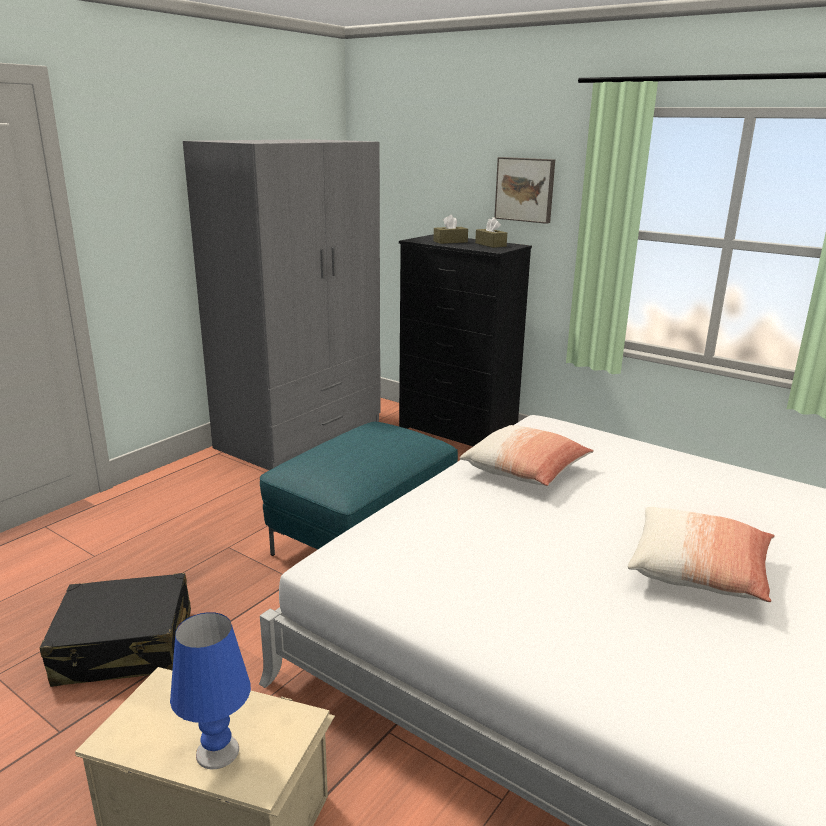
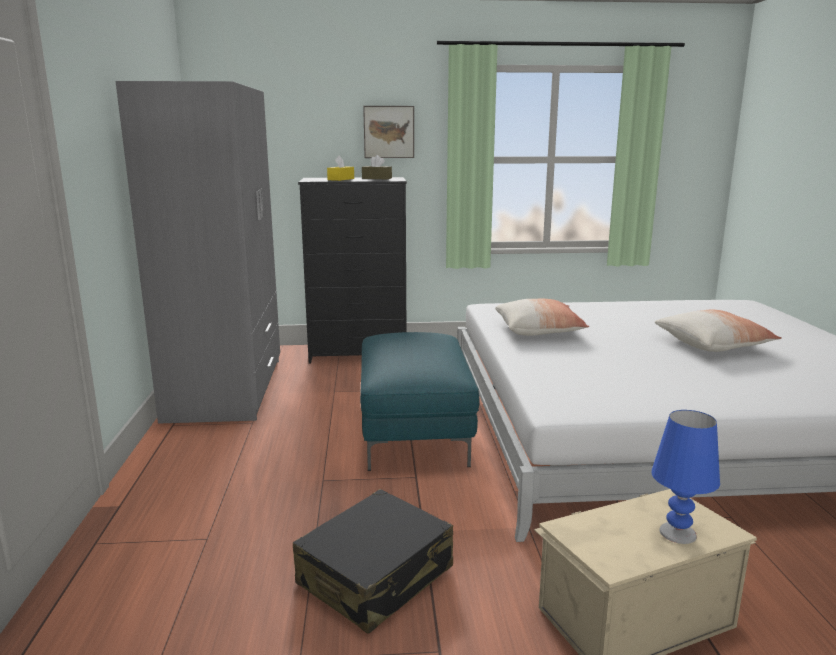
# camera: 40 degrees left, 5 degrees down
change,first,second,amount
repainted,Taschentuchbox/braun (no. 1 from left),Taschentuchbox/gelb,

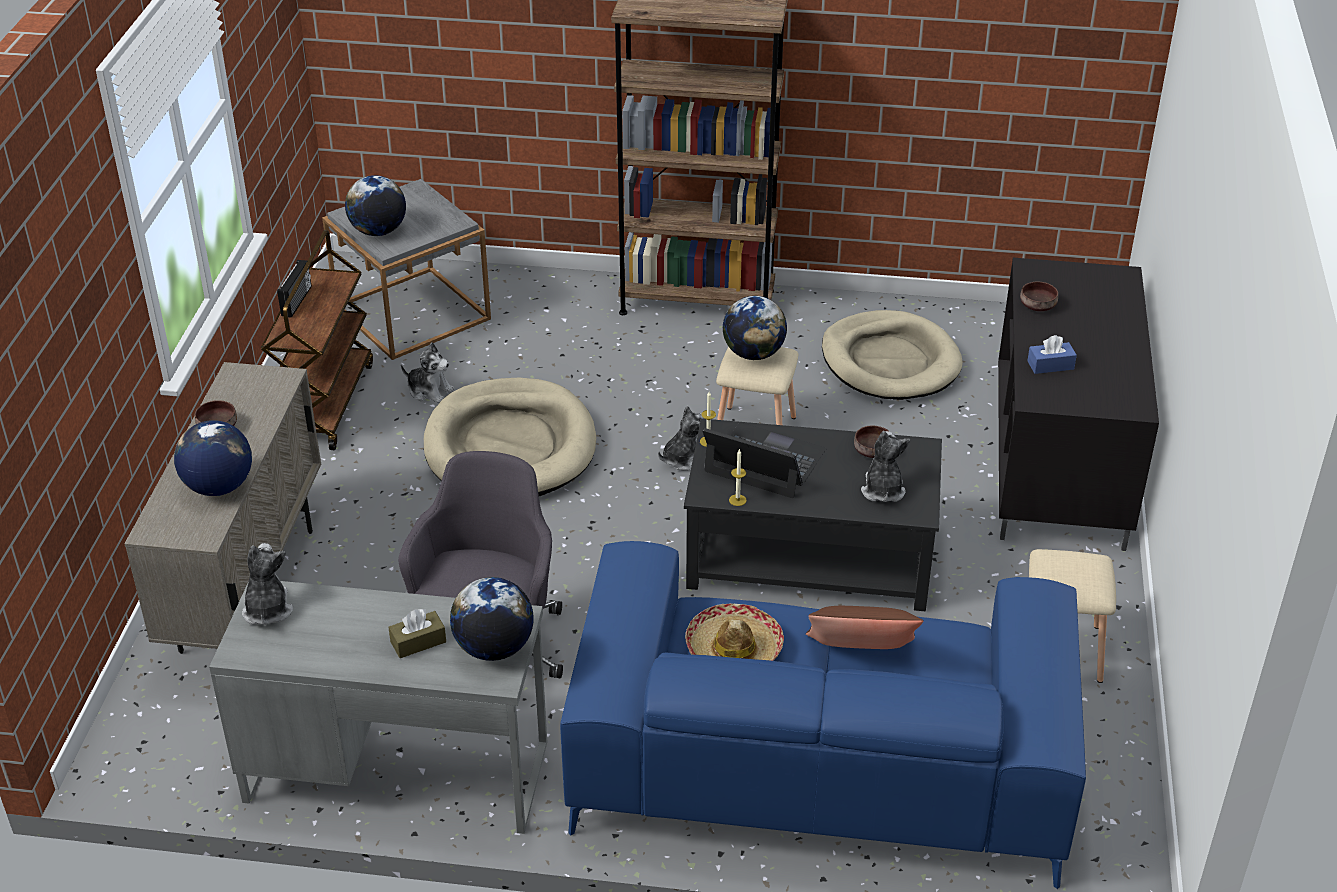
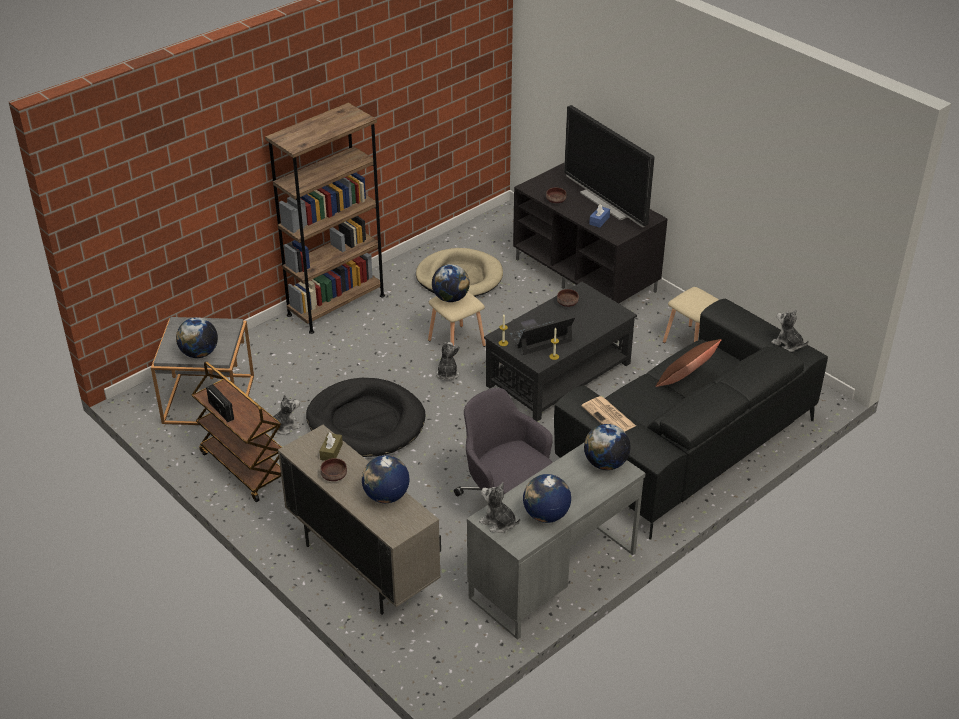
# camera: 50 degrees left, 0 degrees up
change,first,second,amount
repainted,Hundebett/beige (no. 1 from left),Hundebett/schwarz,
shifted,Taschentuchbox/braun,,
new,,Globus (no. 4 from left),
repainted,Sofa/blau,Sofa/schwarz,
new,,Fernseher,
new,,Zeitung,
shifted,Plüschtier (no. 4 from left),,
gone,Hut,,

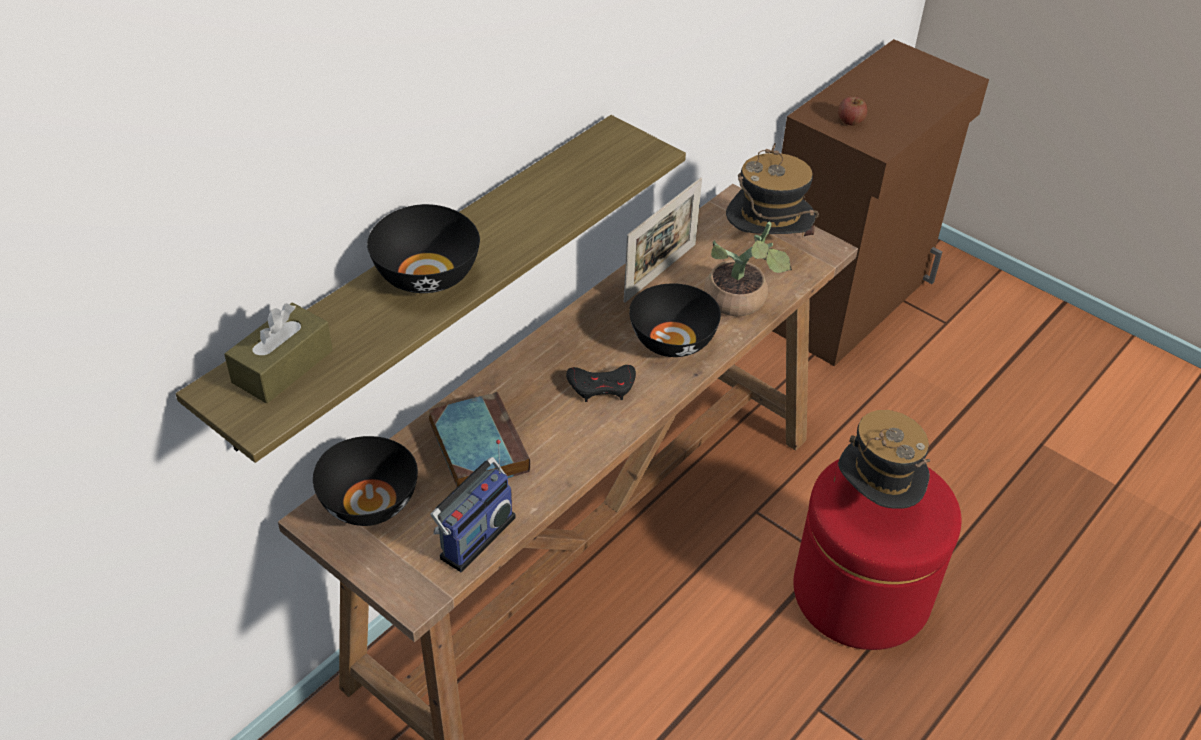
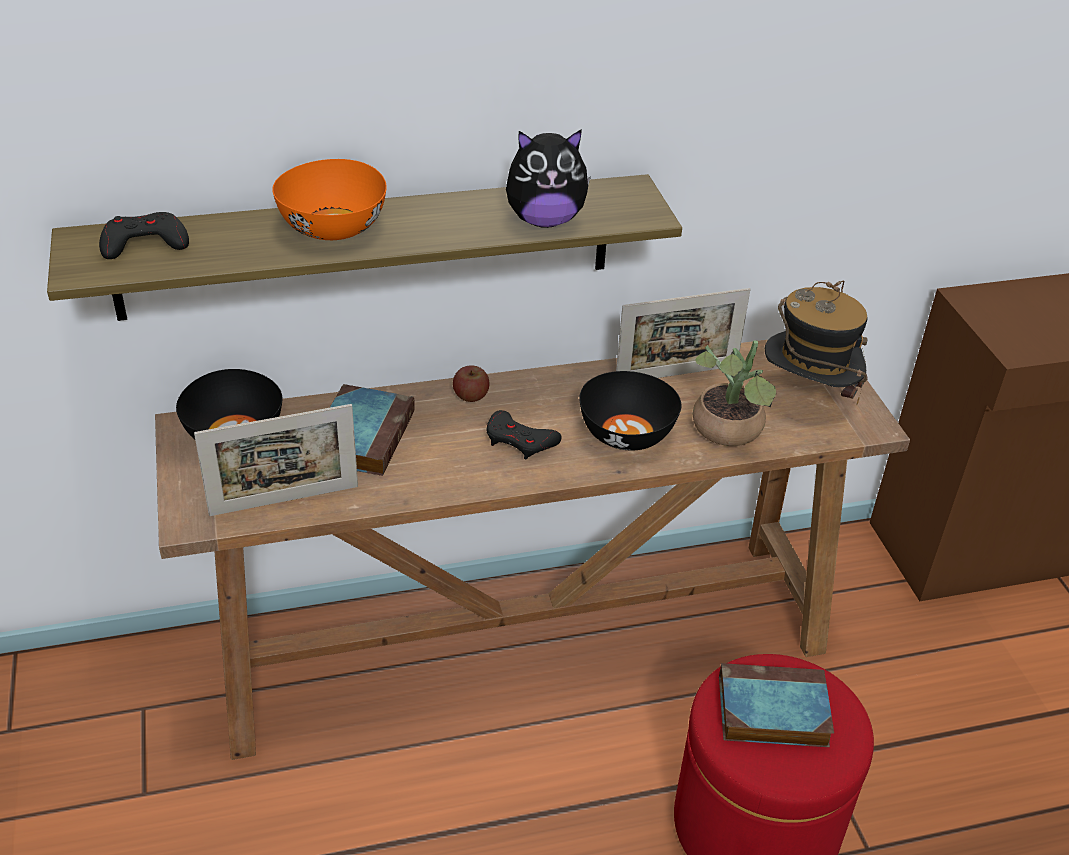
# camera: 35 degrees right, 5 degrees down
change,first,second,amount
swapped,Taschentuchbox/braun,Gamepad/schwarz (no. 1 from left),
swapped,Radio,Bilderrahmen (no. 1 from left),
repainted,Schüssel/schwarz (no. 2 from left),Schüssel/orange,
shifted,Apfel,,
new,,Plüschtier,
swapped,Hut (no. 2 from left),Buch (no. 2 from left),

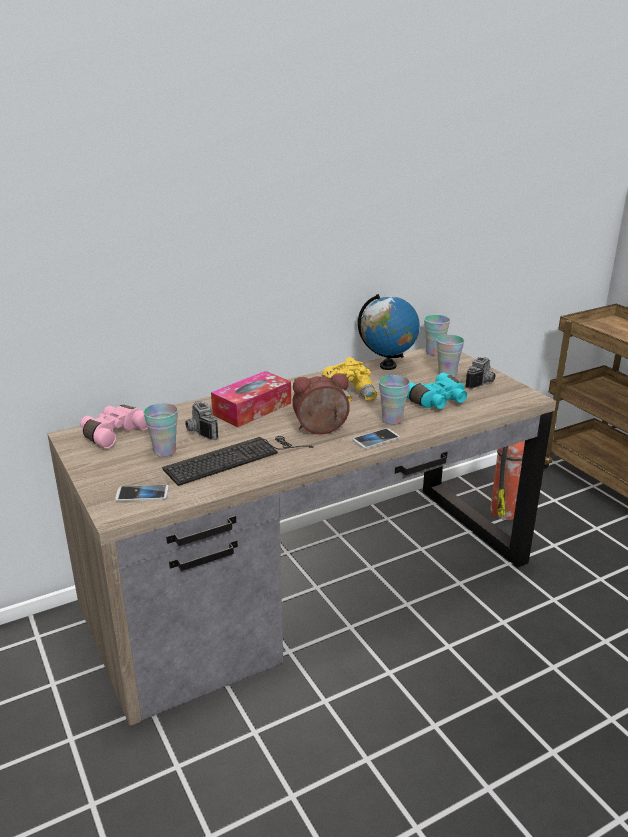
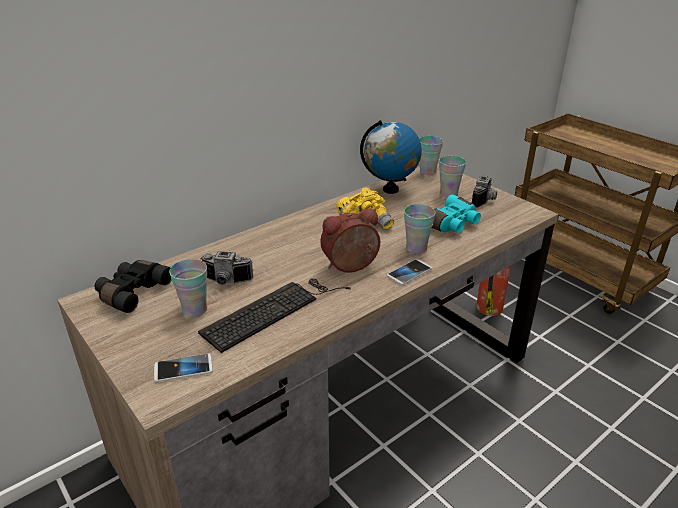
# camera: 10 degrees left, 5 degrees up
change,first,second,amount
repainted,Fernglas/rosa,Fernglas/schwarz,
rotated,Kamera (no. 1 from left),,45 degrees counterclockwise
gone,Taschentuchbox,,

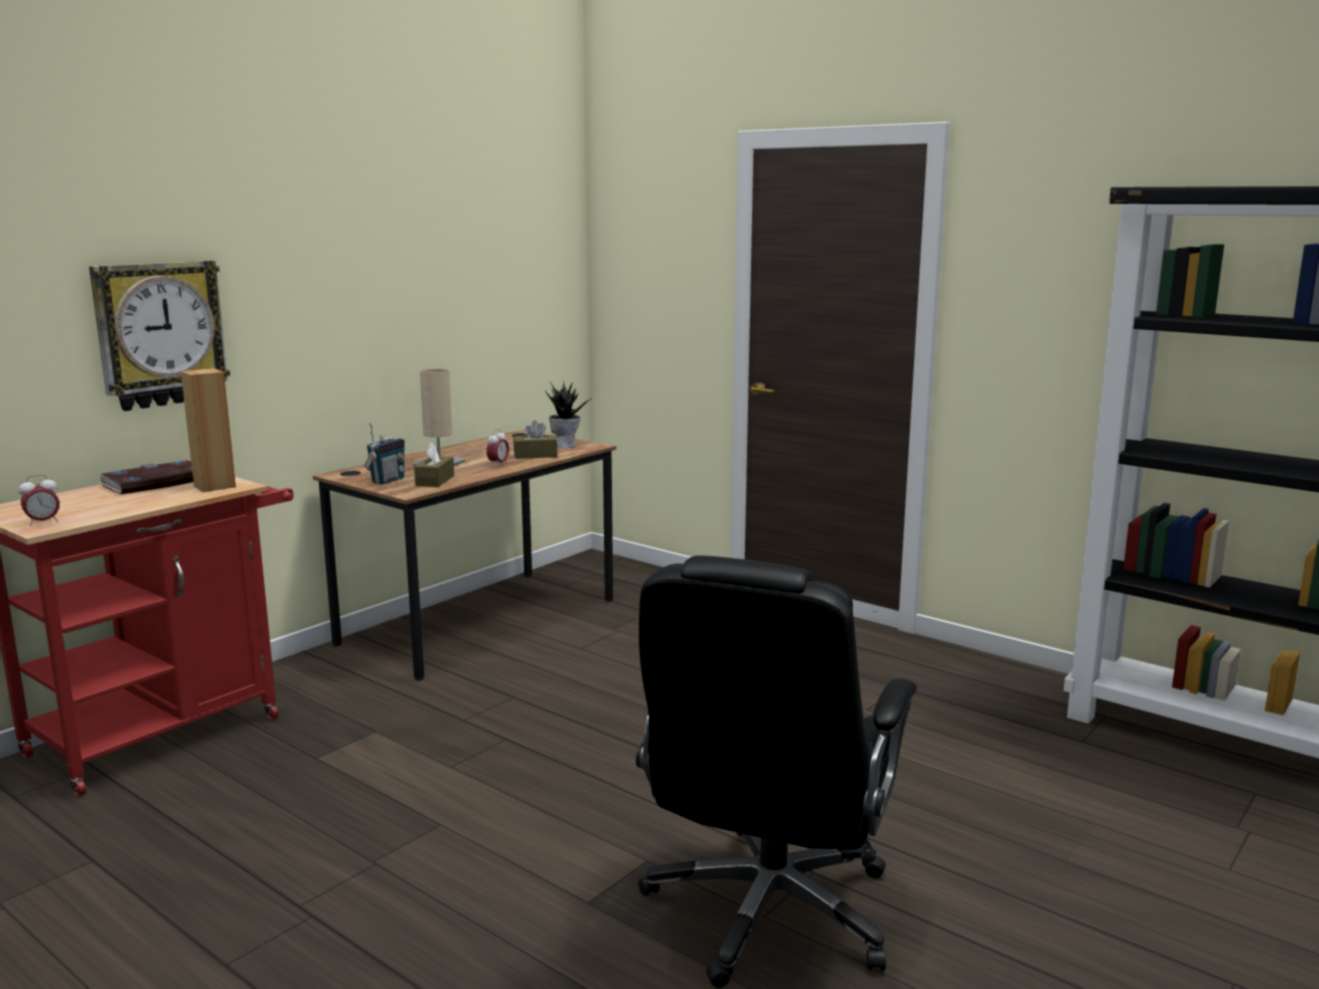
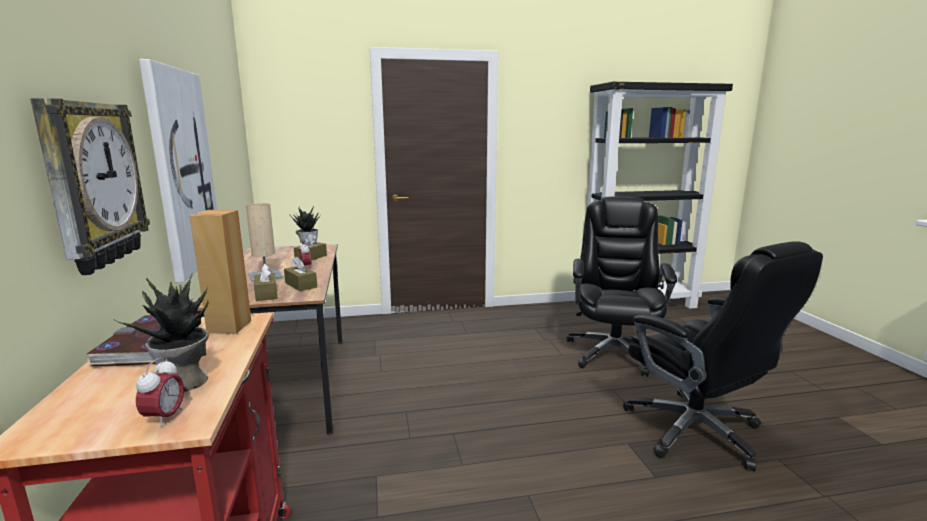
# camera: 50 degrees left, 0 degrees up
change,first,second,amount
new,,Topfpflanze (no. 1 from left),
new,,Bild,
swapped,Radio,Taschentuchbox/braun (no. 1 from left),
new,,Bürostuhl/schwarz (no. 1 from left),

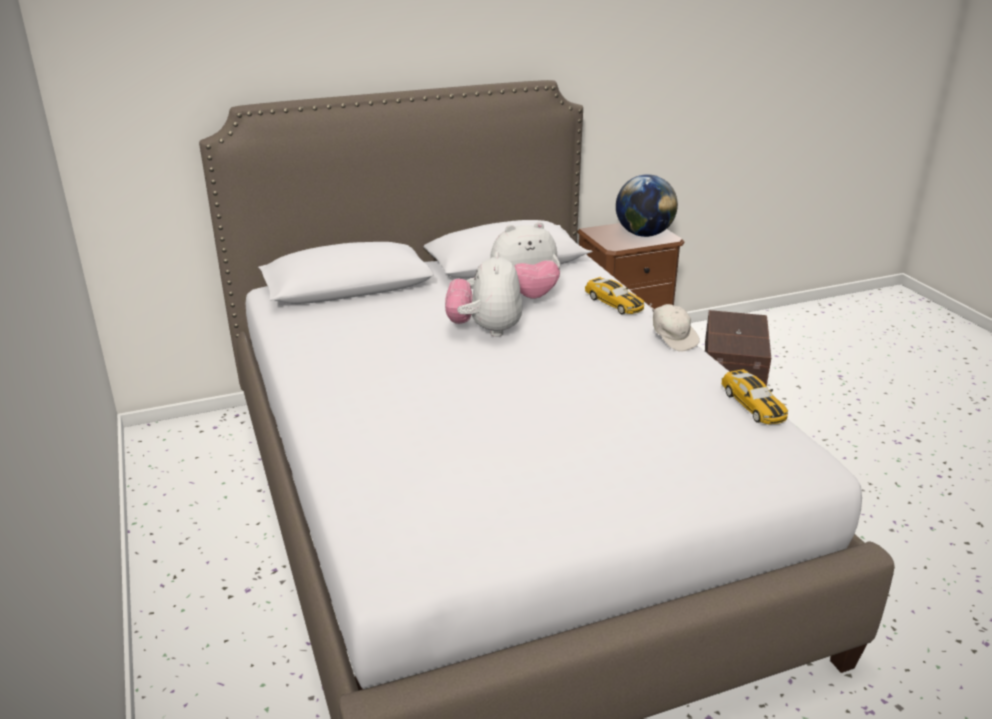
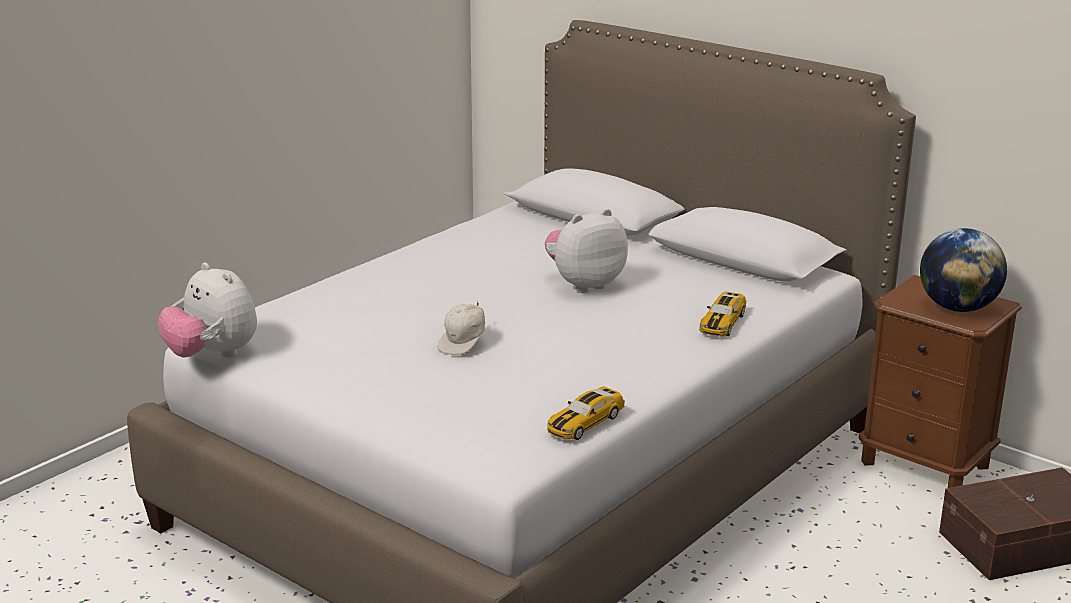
# camera: 60 degrees right, 5 degrees down
change,first,second,amount
shifted,Plüschtier (no. 2 from left in the first image),Plüschtier (no. 1 from left),
shifted,Kappe/weiß,,

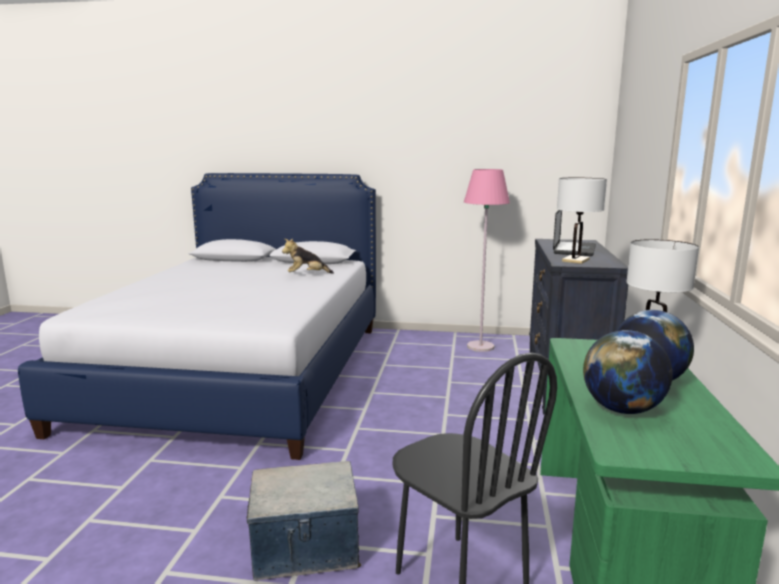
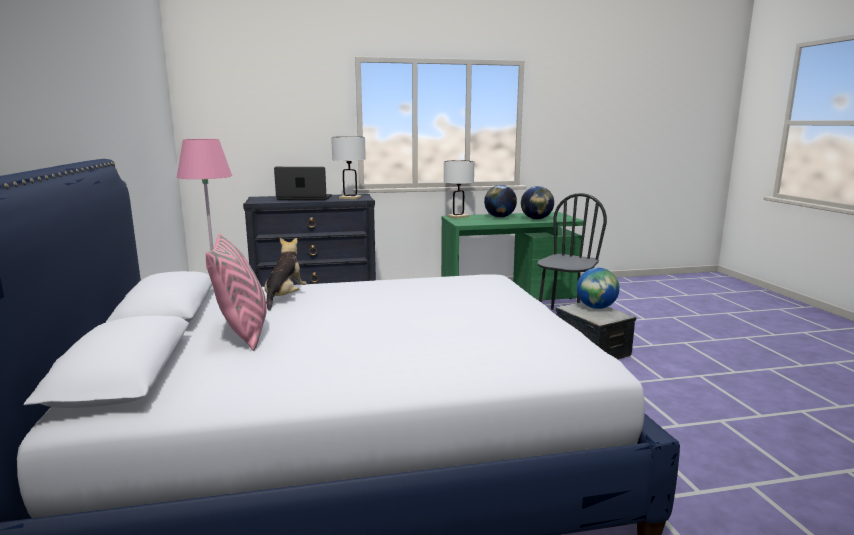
# camera: 110 degrees left, 0 degrees up
change,first,second,amount
new,,Kissen/rosa,
rotated,Plüschtier,,135 degrees counterclockwise
new,,Globus (no. 3 from left),

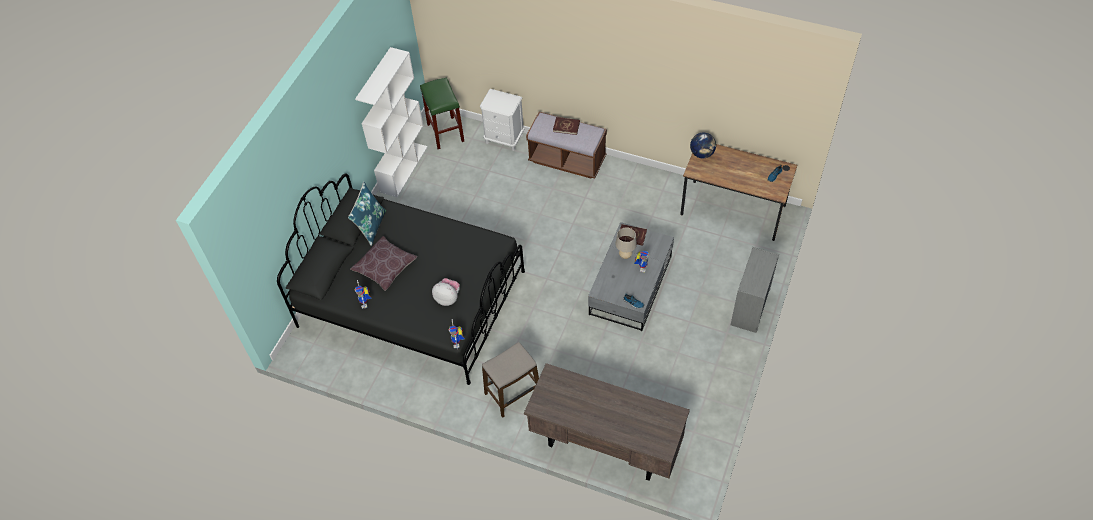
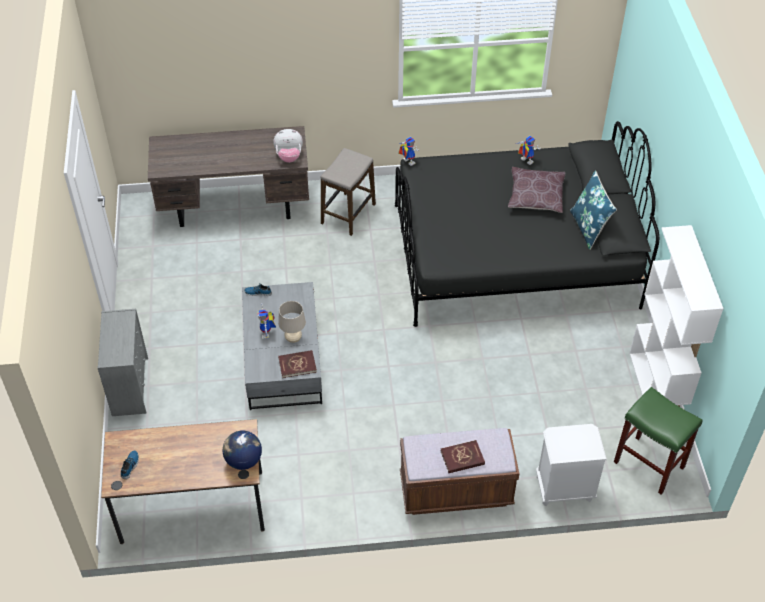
# camera: 150 degrees right, 5 degrees down
change,first,second,amount
shifted,Plüschtier,,

